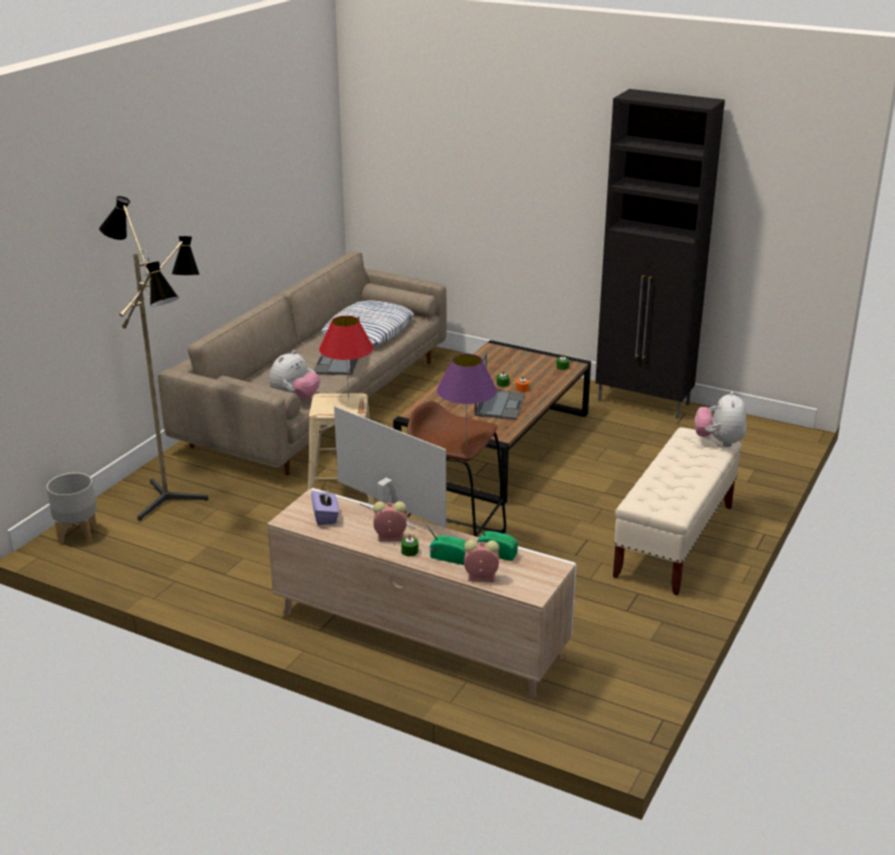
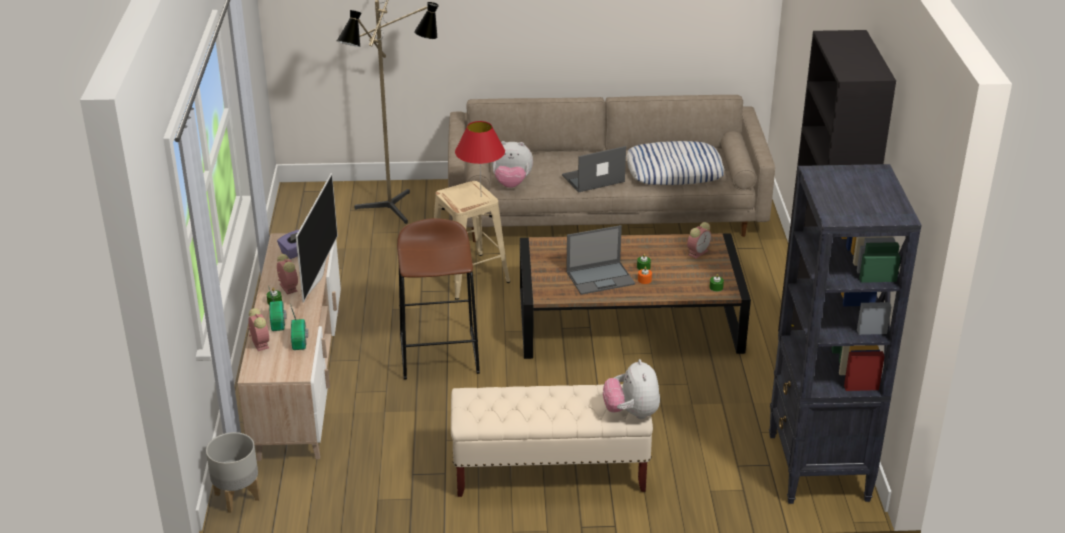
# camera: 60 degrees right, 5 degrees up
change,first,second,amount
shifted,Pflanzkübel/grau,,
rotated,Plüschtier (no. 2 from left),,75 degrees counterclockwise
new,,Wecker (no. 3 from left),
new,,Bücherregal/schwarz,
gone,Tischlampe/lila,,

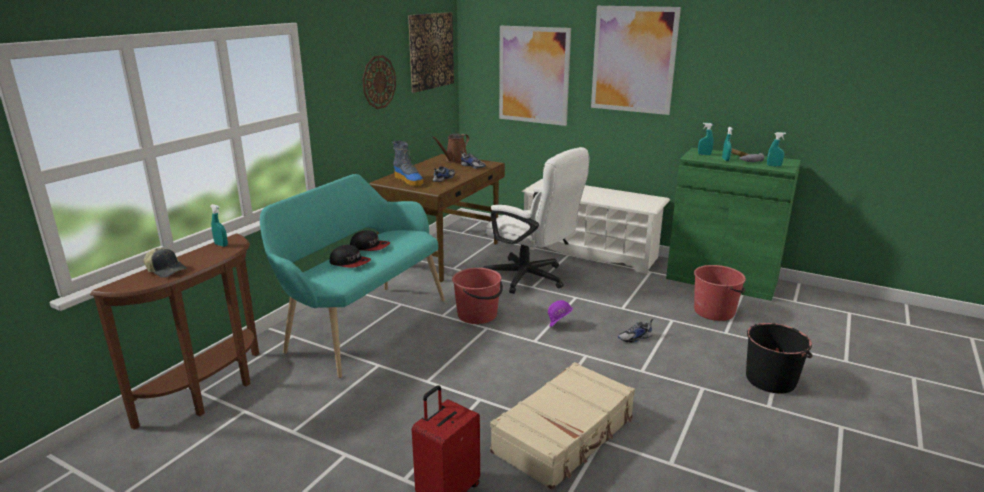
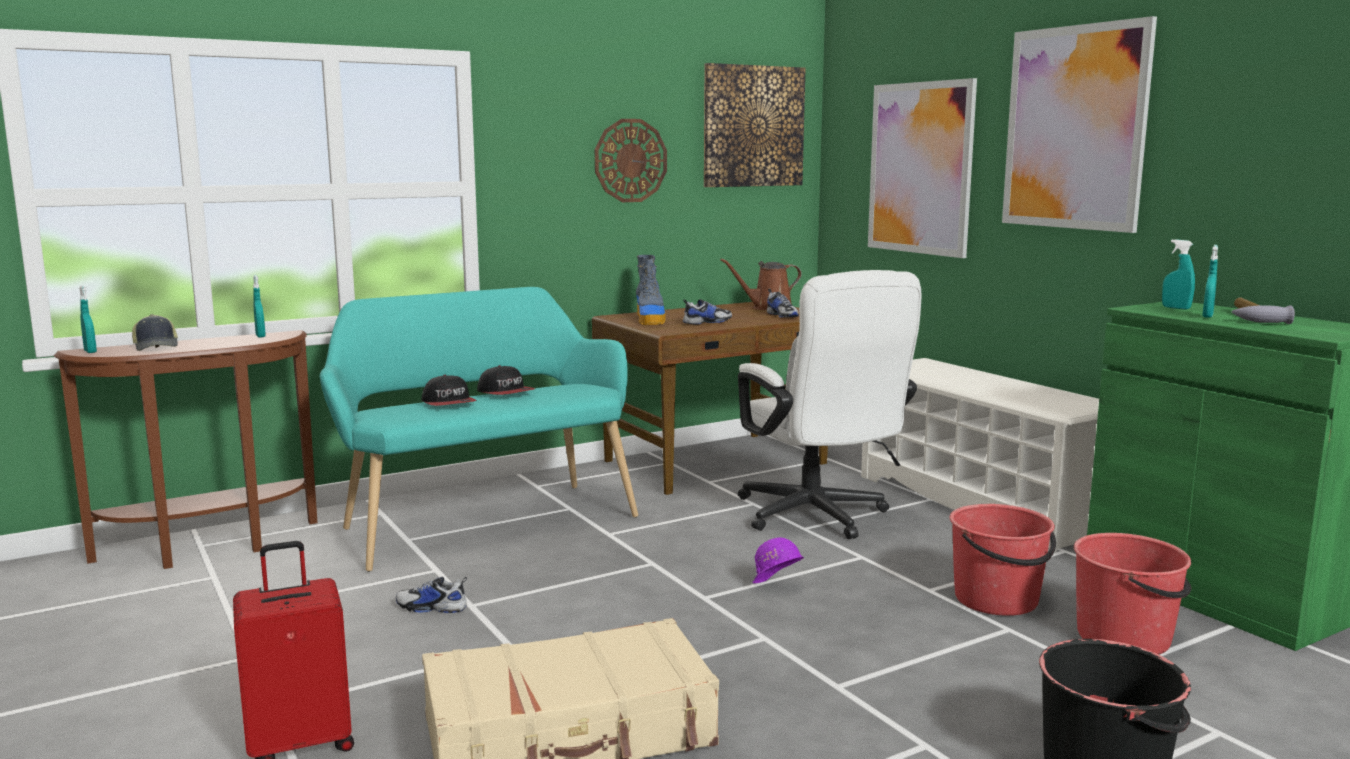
# camera: 30 degrees right, 10 degrees down
change,first,second,amount
shifted,Sprühflasche/türkis (no. 4 from left in the first image),Sprühflasche/türkis (no. 1 from left),
shifted,Schuh (no. 3 from left in the first image),Schuh (no. 1 from left),
shifted,Eimer/rot (no. 1 from left),,

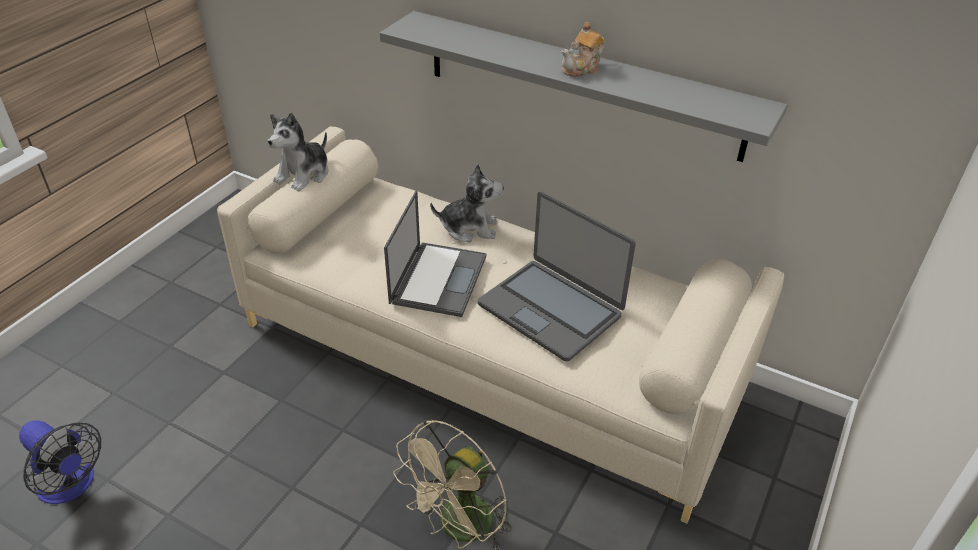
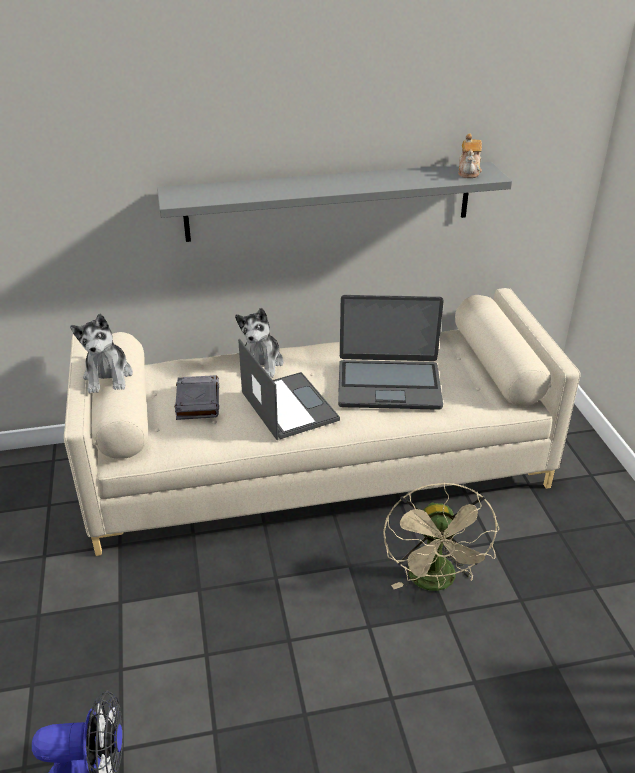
# camera: 40 degrees left, 5 degrees down
change,first,second,amount
new,,Buch/grau,
rotated,Plüschtier (no. 2 from left),,135 degrees clockwise
shifted,Teekanne,,

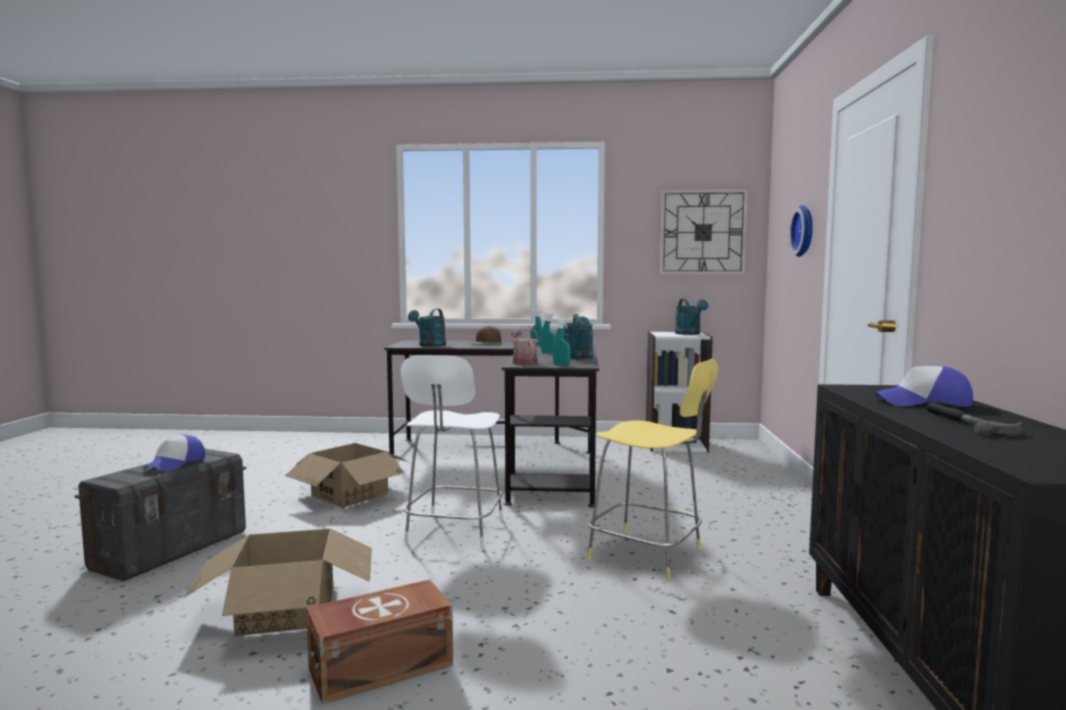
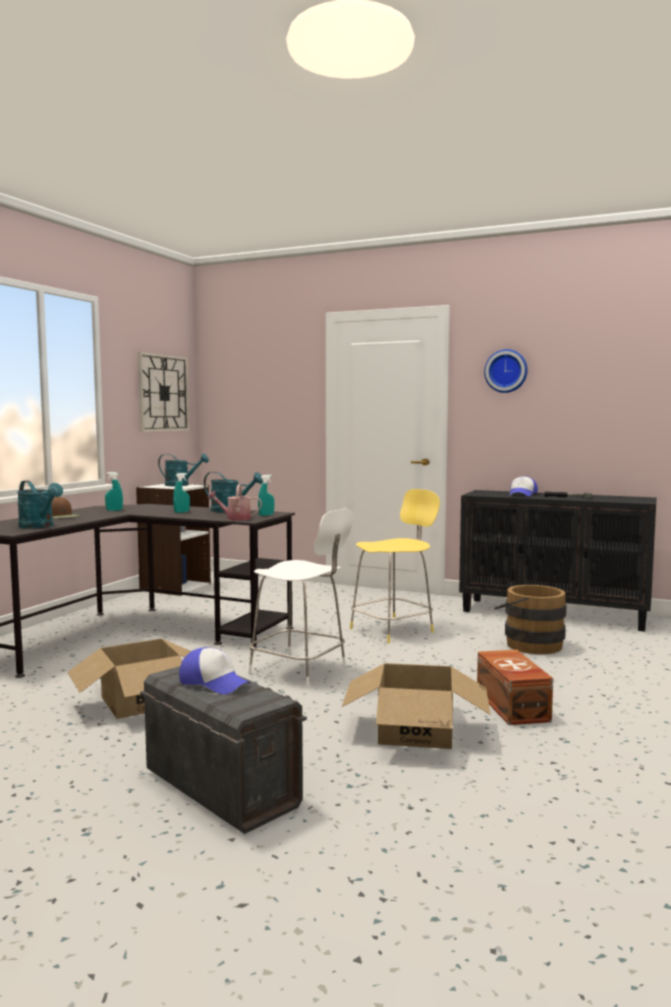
# camera: 70 degrees left, 0 degrees up
change,first,second,amount
shifted,Wanduhr (no. 2 from left),,
new,,Eimer/braun,

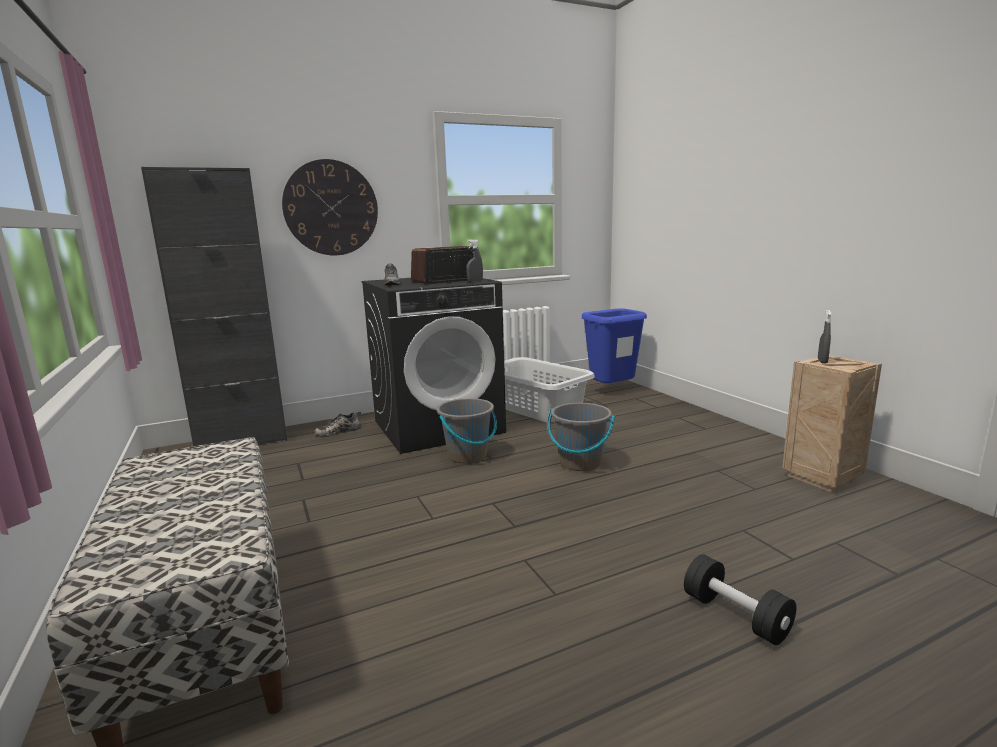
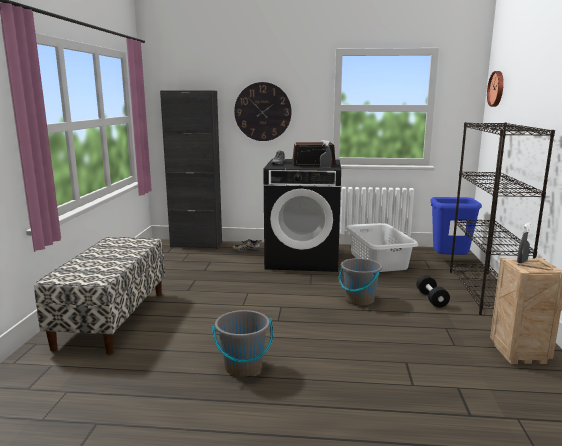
# camera: 30 degrees right, 0 degrees up
change,first,second,amount
shifted,Eimer/grau (no. 1 from left),,
shifted,Hantel/schwarz,,
new,,Bücherregal/schwarz,
new,,Wanduhr (no. 2 from left),

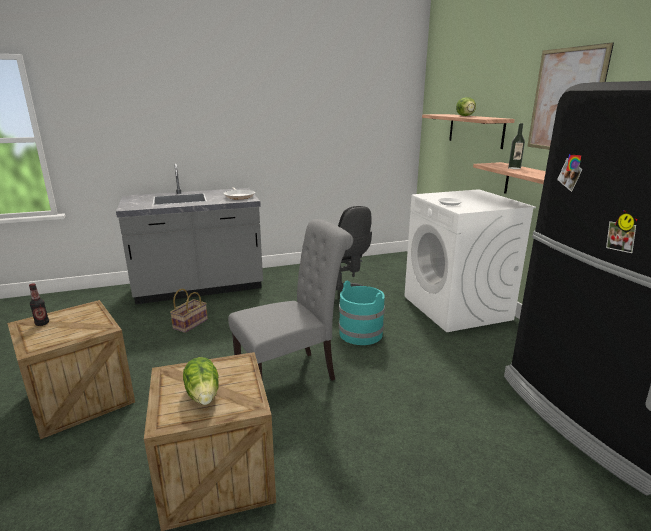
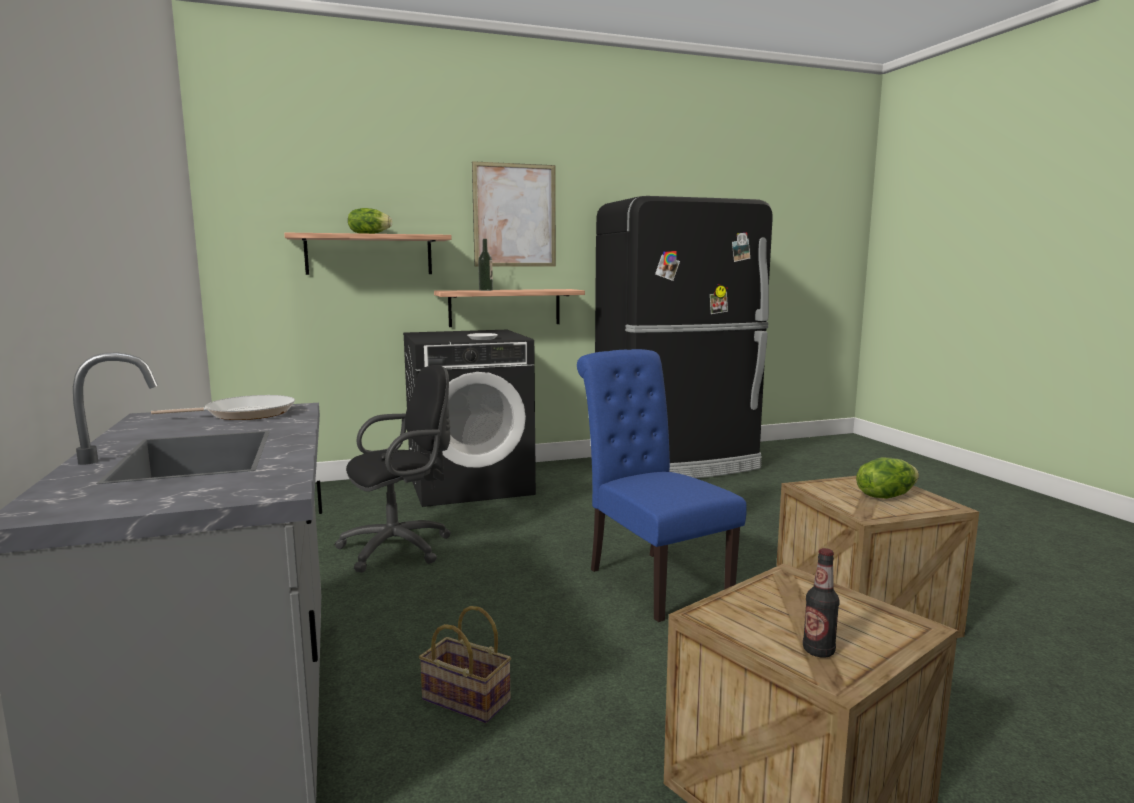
# camera: 90 degrees left, 10 degrees down
change,first,second,amount
repainted,Waschmaschine/weiß,Waschmaschine/schwarz,
repainted,Stuhl/grau,Stuhl/blau,
gone,Eimer/türkis,,

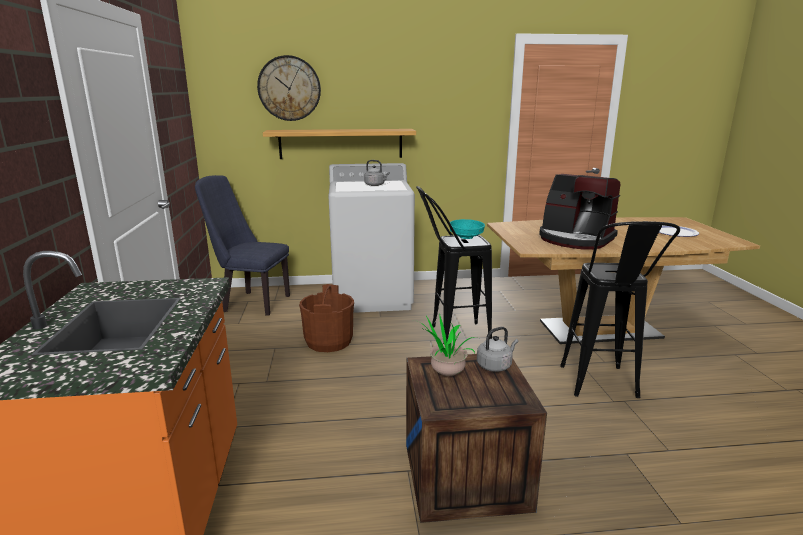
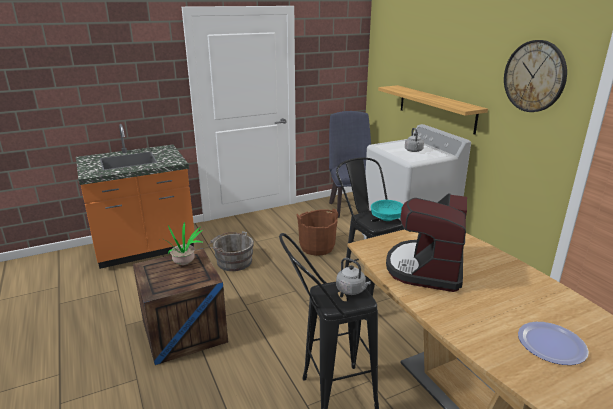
# camera: 70 degrees right, 5 degrees up
change,first,second,amount
new,,Eimer/grau,
shifted,Wasserkessel/grau (no. 2 from left in the first image),Wasserkessel/grau (no. 1 from left),
shifted,Wanduhr,,

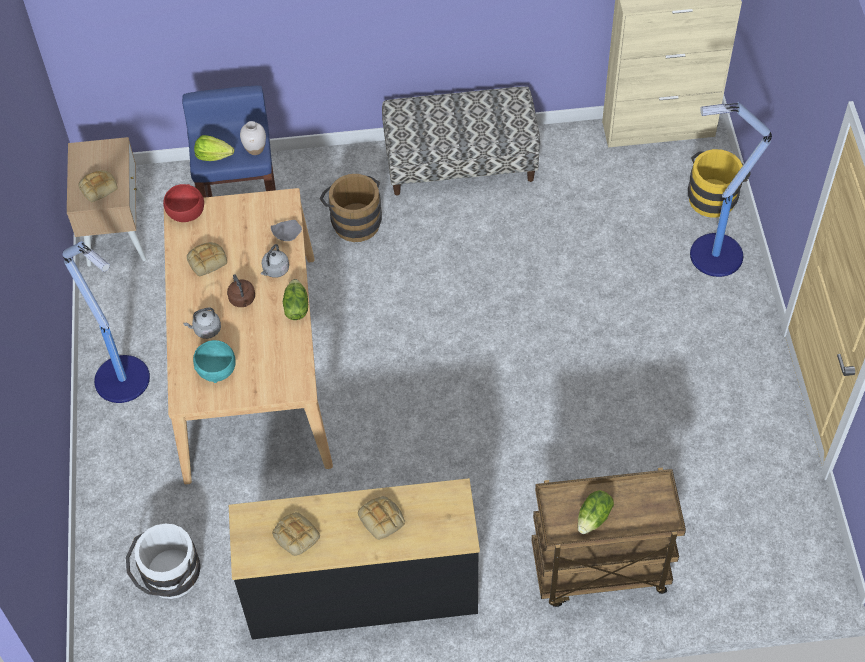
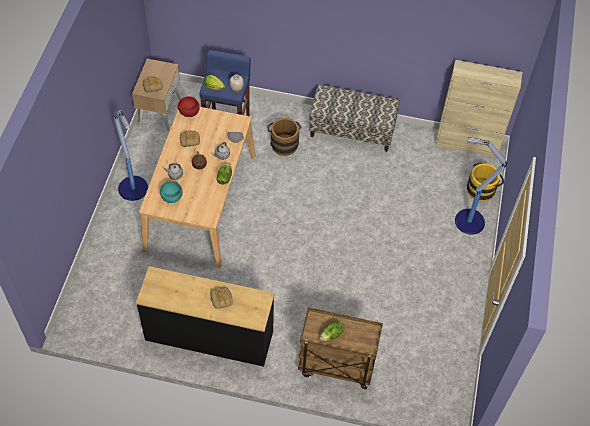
# camera: 15 degrees right, 0 degrees up
change,first,second,amount
gone,Eimer/weiß,,
gone,Brot (no. 3 from left),,

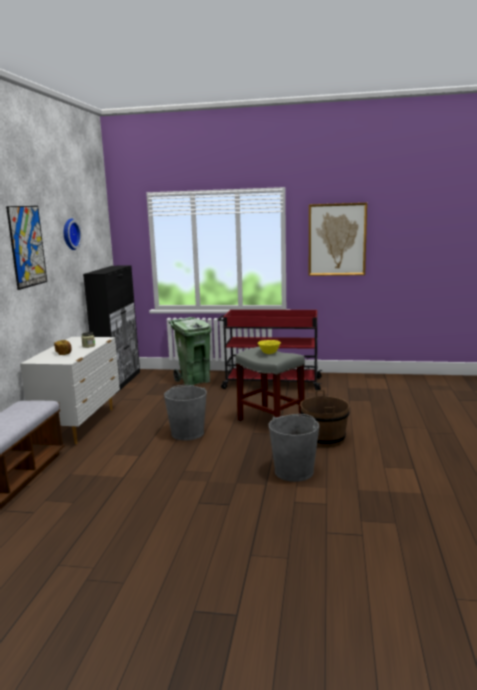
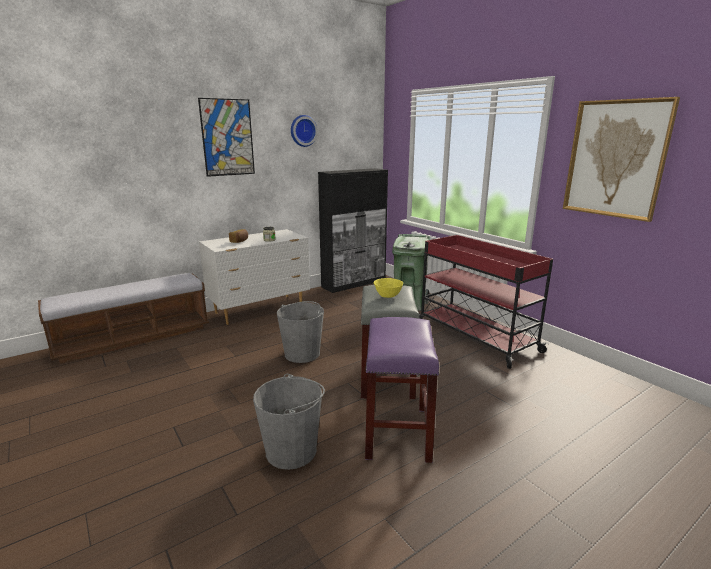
# camera: 45 degrees right, 5 degrees up
change,first,second,amount
swapped,Eimer/braun,Hocker/lila,

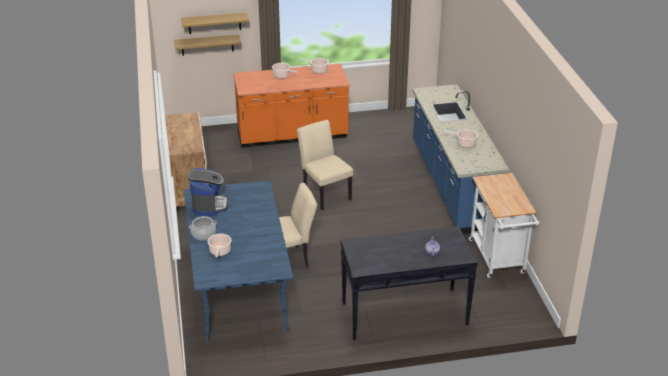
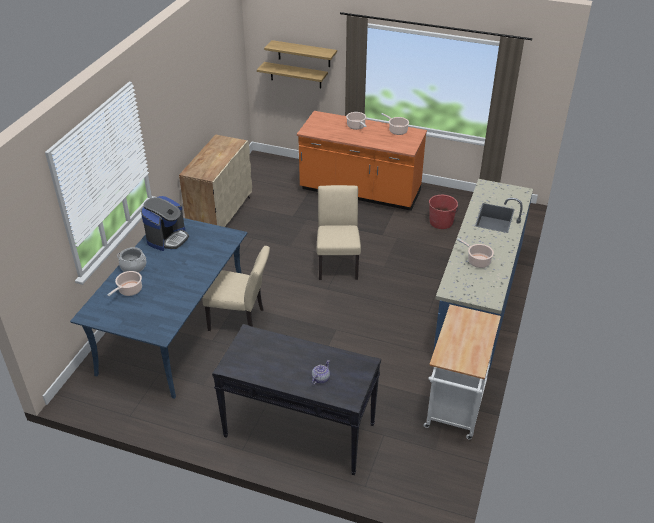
# camera: 30 degrees right, 5 degrees up
change,first,second,amount
new,,Eimer/rot,

